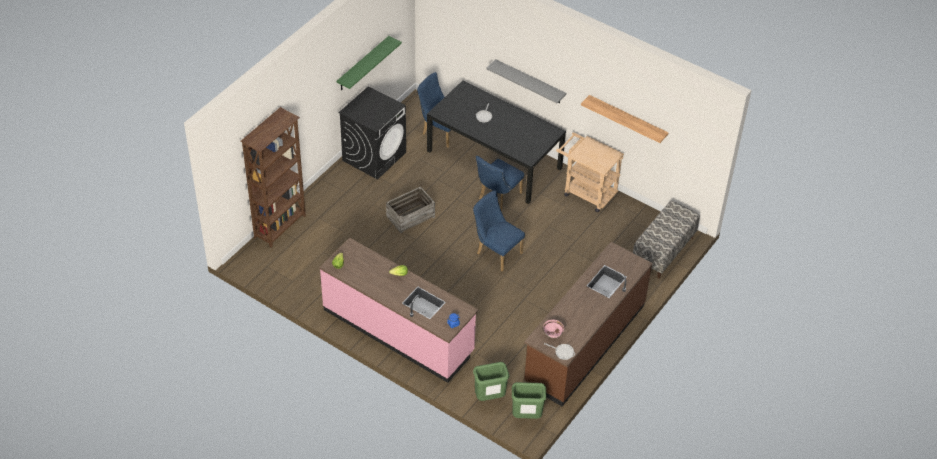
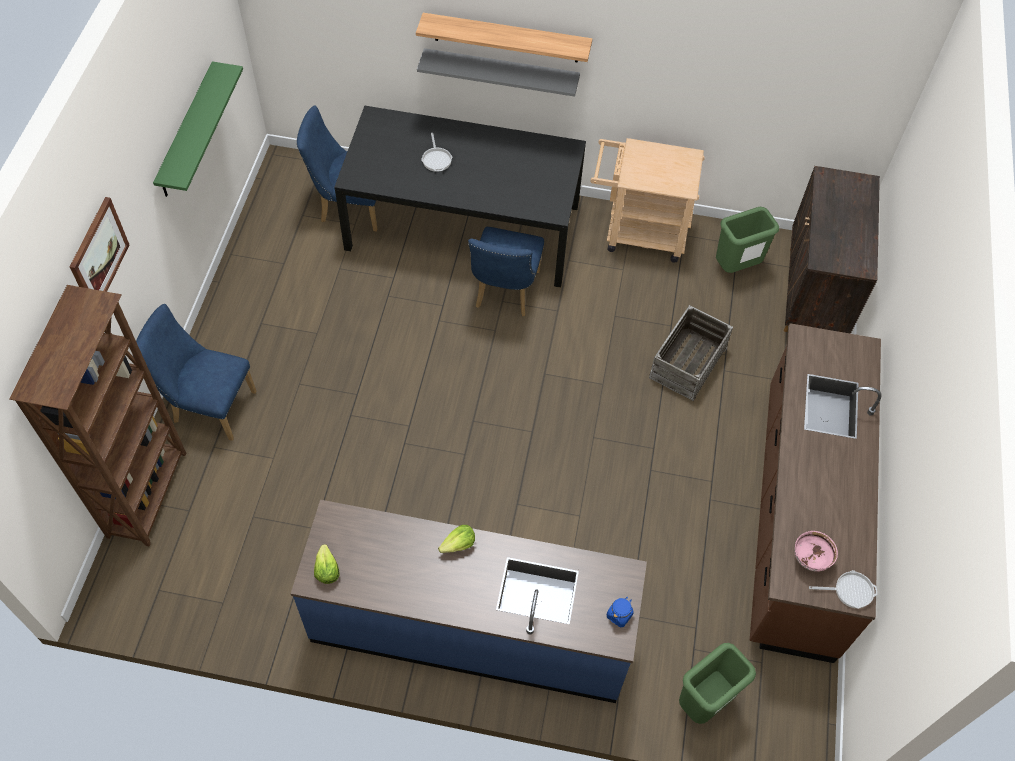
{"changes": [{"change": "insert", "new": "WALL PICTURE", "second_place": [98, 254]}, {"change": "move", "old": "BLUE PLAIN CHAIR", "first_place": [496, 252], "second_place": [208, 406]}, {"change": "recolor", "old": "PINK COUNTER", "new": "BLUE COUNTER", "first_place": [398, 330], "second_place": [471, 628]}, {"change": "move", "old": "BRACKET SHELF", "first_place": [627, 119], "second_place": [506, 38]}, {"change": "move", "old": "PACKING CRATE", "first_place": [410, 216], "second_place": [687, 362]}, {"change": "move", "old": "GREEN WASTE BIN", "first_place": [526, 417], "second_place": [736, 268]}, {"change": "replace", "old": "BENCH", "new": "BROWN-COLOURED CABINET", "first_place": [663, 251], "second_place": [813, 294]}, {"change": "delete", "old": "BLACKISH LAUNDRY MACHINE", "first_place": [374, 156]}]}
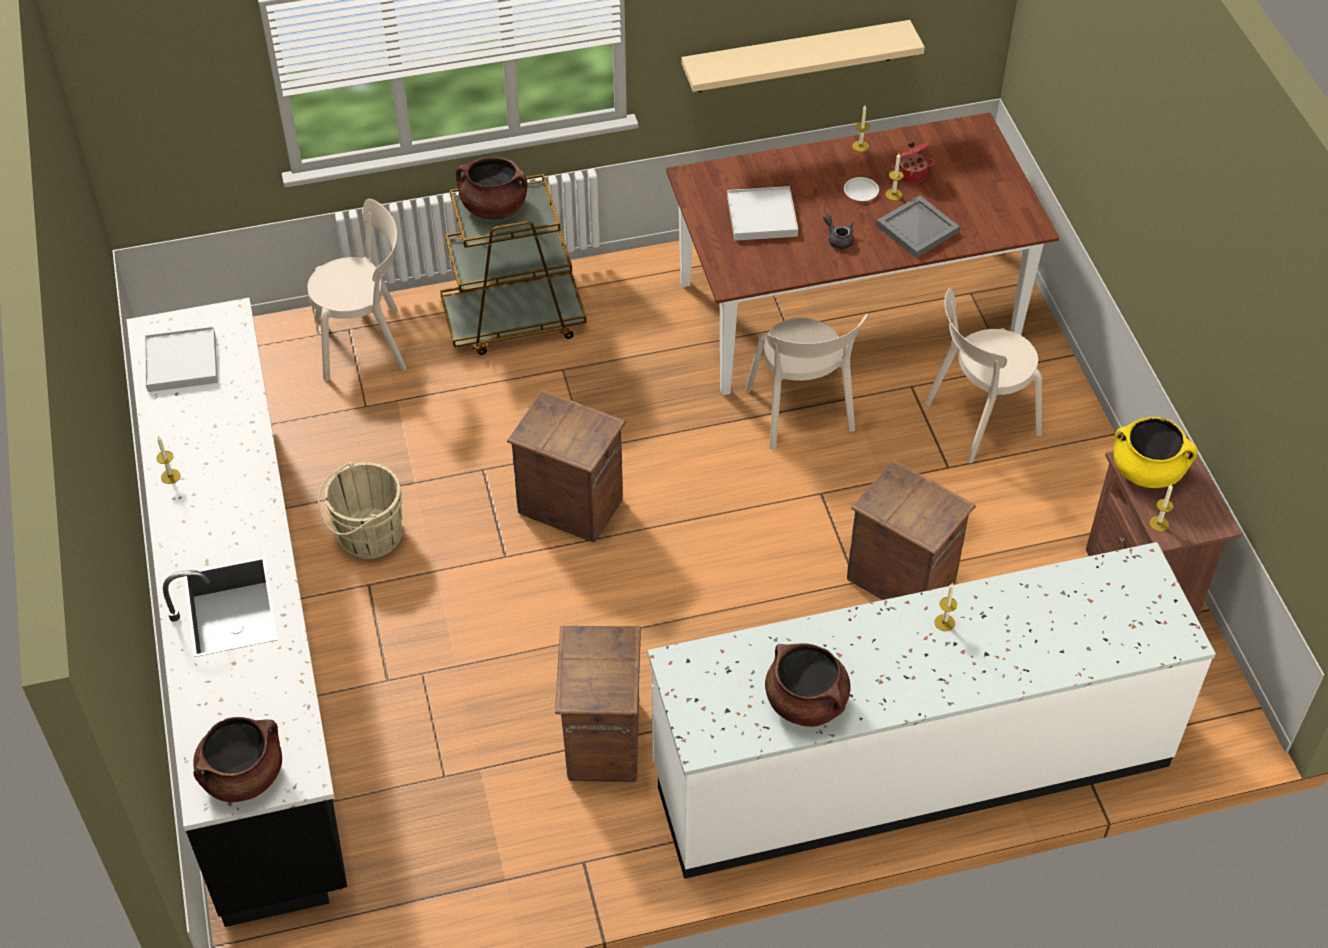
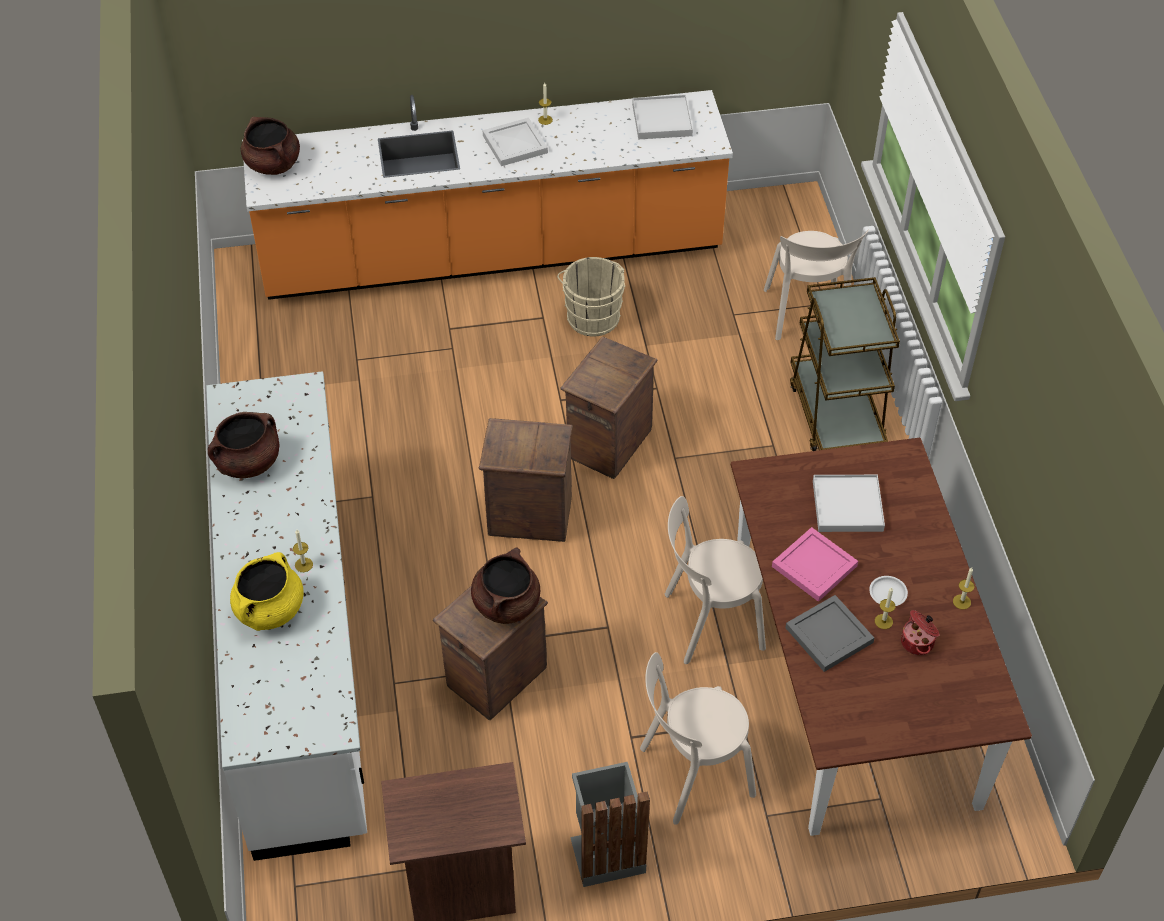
{"changes": [{"change": "move", "old": "YELLOW SAUCEPOT", "first_place": [1147, 470], "second_place": [270, 610]}, {"change": "recolor", "old": "BLACKISH COUNTER", "new": "ORANGEY COUNTER", "first_place": [252, 648], "second_place": [492, 255]}, {"change": "move", "old": "BROWN-COLOURED SAUCEPOT", "first_place": [494, 208], "second_place": [506, 604]}, {"change": "move", "old": "PACKING CRATE", "first_place": [602, 742], "second_place": [529, 516]}, {"change": "insert", "new": "WHITISH CARRYING TRAY", "second_place": [515, 143]}, {"change": "insert", "new": "GREYISH WASTE BIN", "second_place": [606, 851]}, {"change": "rotate", "old": "BEIGE-COLOURED PLAIN CHAIR", "first_place": [977, 420], "second_place": [691, 773], "degrees": -90}, {"change": "replace", "old": "GREYISH TEAPOT", "new": "PINK CARRYING TRAY", "first_place": [838, 239], "second_place": [814, 565]}, {"change": "delete", "old": "BEIGE-COLOURED BRACKET SHELF", "first_place": [795, 56]}, {"change": "delete", "old": "CANDLE", "first_place": [1159, 523]}]}
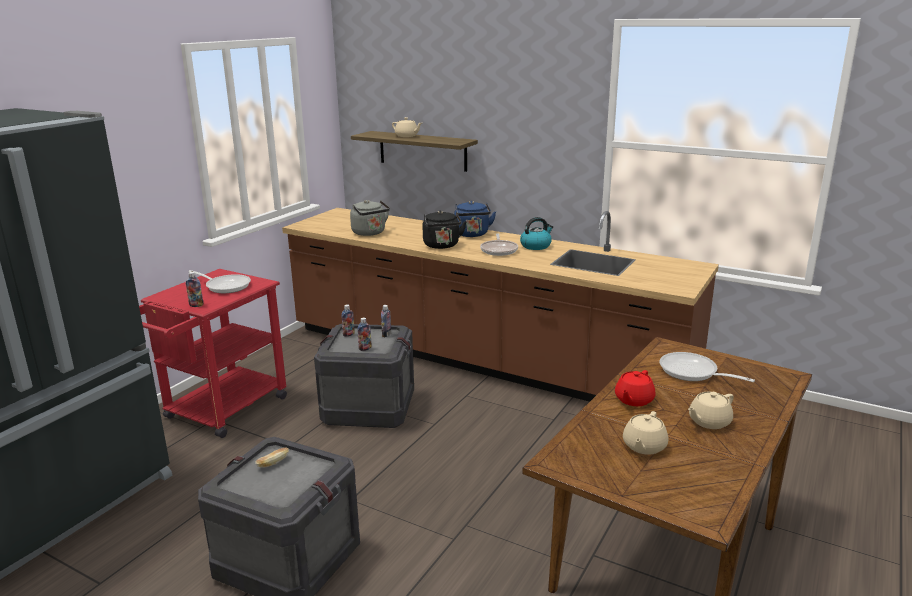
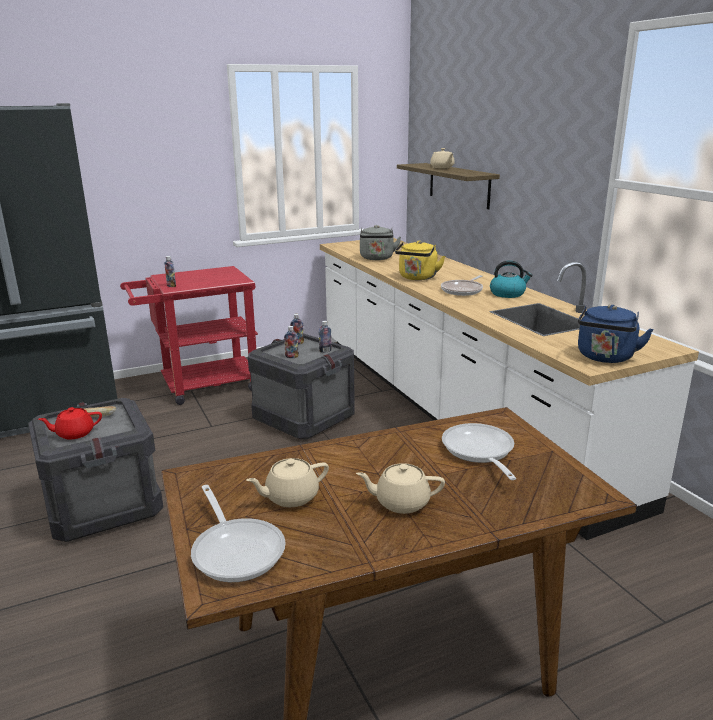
{"changes": [{"change": "move", "old": "REDDISH TEAPOT", "first_place": [633, 400], "second_place": [74, 433]}, {"change": "move", "old": "FRYING PAN", "first_place": [225, 286], "second_place": [236, 550]}, {"change": "recolor", "old": "BROWN-COLOURED COUNTER", "new": "WHITISH COUNTER", "first_place": [481, 359], "second_place": [450, 408]}, {"change": "recolor", "old": "BLACKISH TEA KETTLE", "new": "YELLOW TEA KETTLE", "first_place": [442, 246], "second_place": [417, 278]}, {"change": "move", "old": "BLUE TEA KETTLE", "first_place": [472, 234], "second_place": [605, 358]}]}
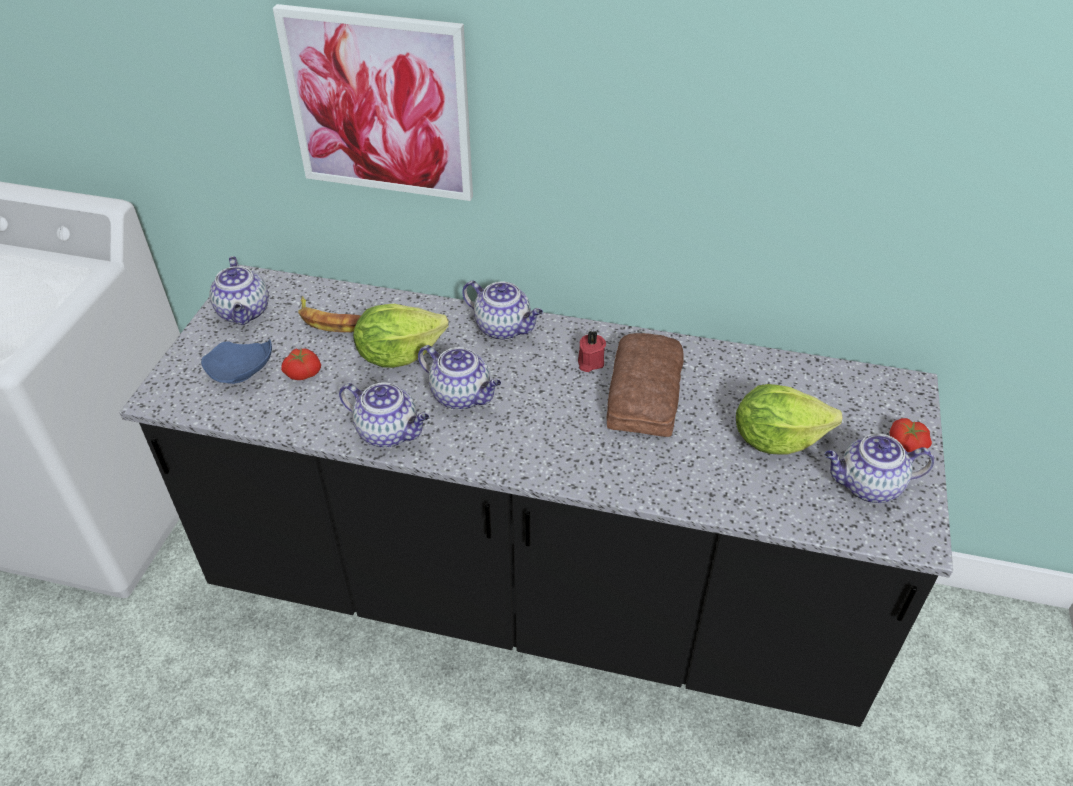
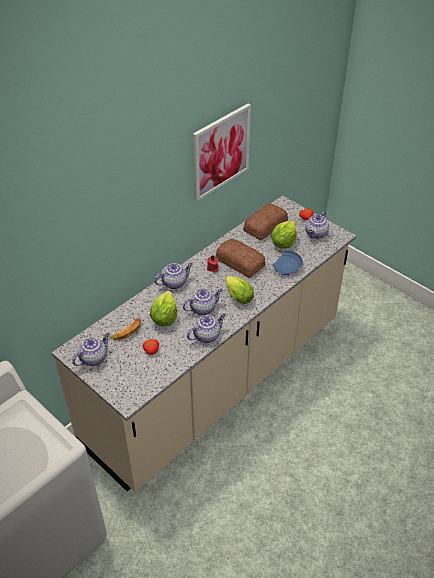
{"changes": [{"change": "recolor", "old": "BLACKISH COUNTER", "new": "BEIGE-COLOURED COUNTER", "first_place": [536, 594], "second_place": [217, 382]}, {"change": "rotate", "old": "TEAPOT", "first_place": [245, 313], "second_place": [93, 358], "degrees": -60}, {"change": "move", "old": "WALL PICTURE", "first_place": [380, 105], "second_place": [221, 151]}, {"change": "insert", "new": "LETTUCE", "second_place": [237, 296]}, {"change": "insert", "new": "BAKERY BREAD", "second_place": [264, 226]}, {"change": "move", "old": "BLUE PLATE", "first_place": [240, 372], "second_place": [287, 268]}]}
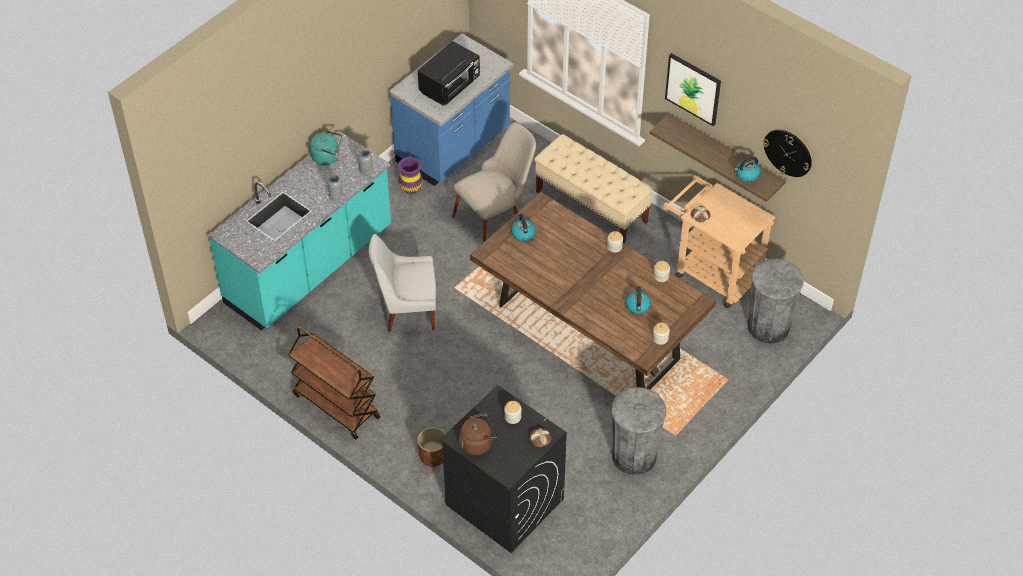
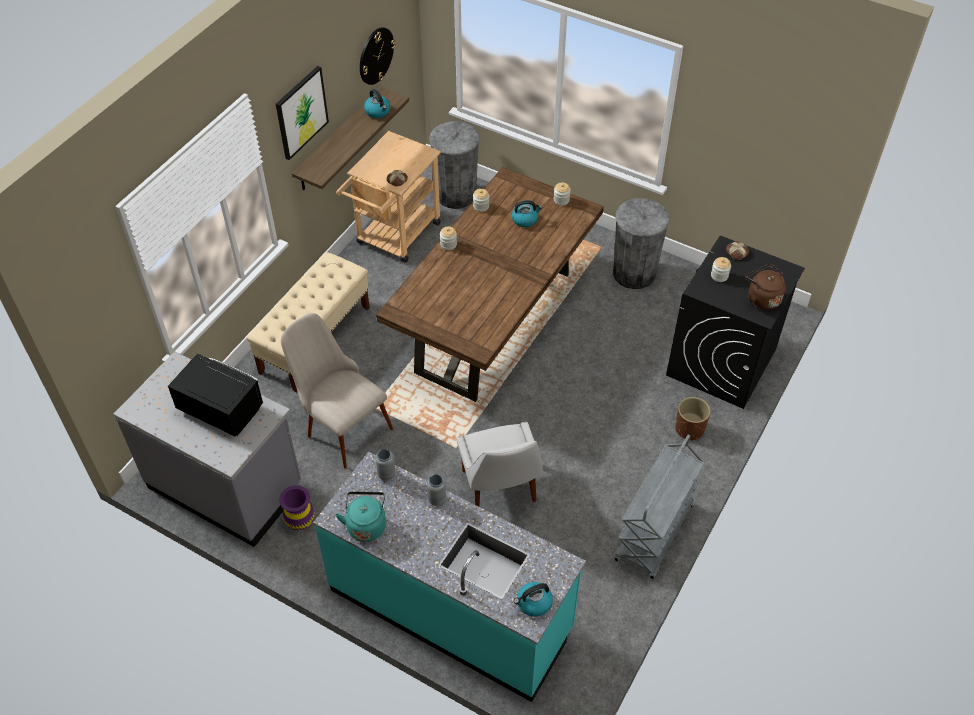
{"changes": [{"change": "recolor", "old": "BLUE COUNTER", "new": "GREYISH COUNTER", "first_place": [454, 147], "second_place": [226, 485]}, {"change": "move", "old": "TEA KETTLE", "first_place": [523, 233], "second_place": [533, 603]}, {"change": "recolor", "old": "BROWN-COLOURED CART", "new": "GREYISH CART", "first_place": [335, 406], "second_place": [655, 533]}]}
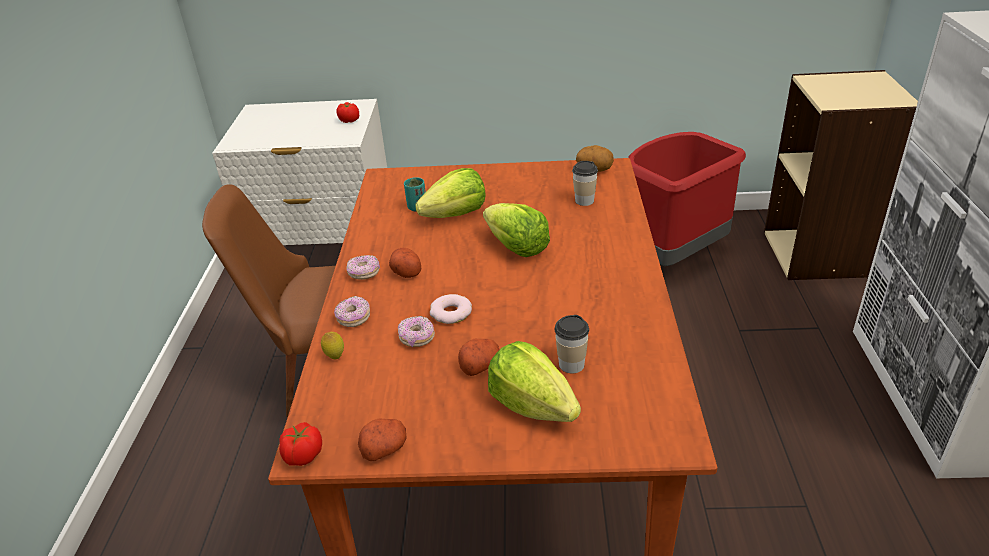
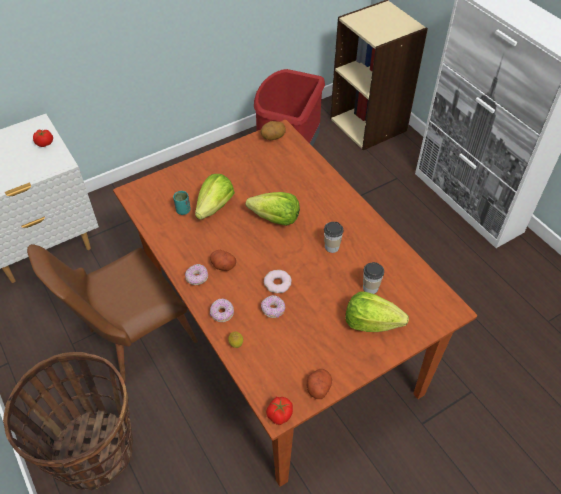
{"changes": [{"change": "insert", "new": "BASKET", "second_place": [92, 451]}, {"change": "move", "old": "CUP", "first_place": [584, 201], "second_place": [331, 247]}, {"change": "delete", "old": "SPUD", "first_place": [479, 365]}]}
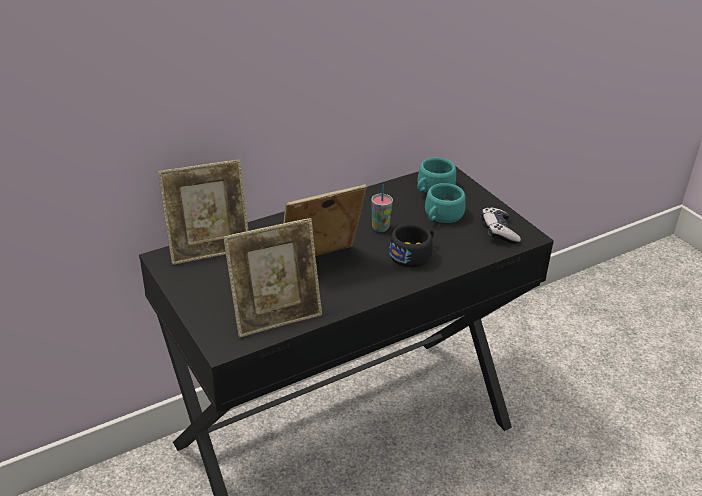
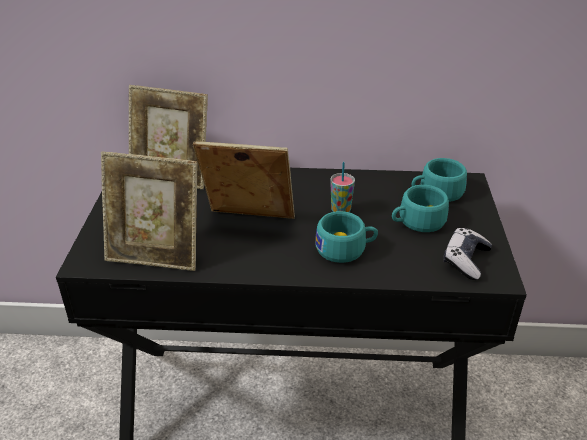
{"changes": [{"change": "recolor", "old": "BLACKISH CUP", "new": "TURQUOISE CUP", "first_place": [413, 255], "second_place": [346, 249]}]}
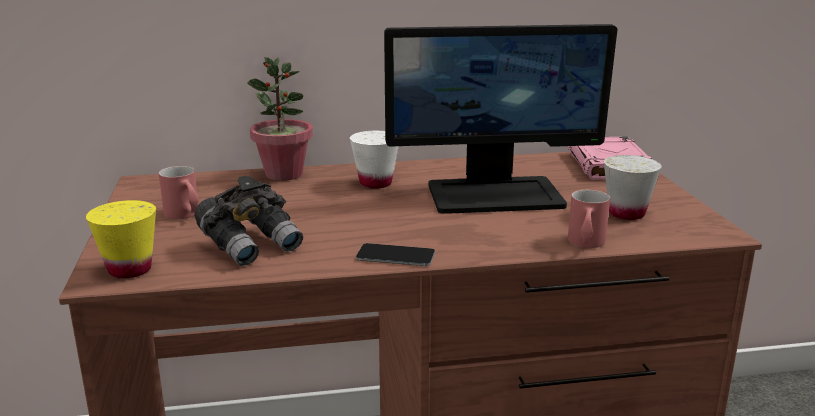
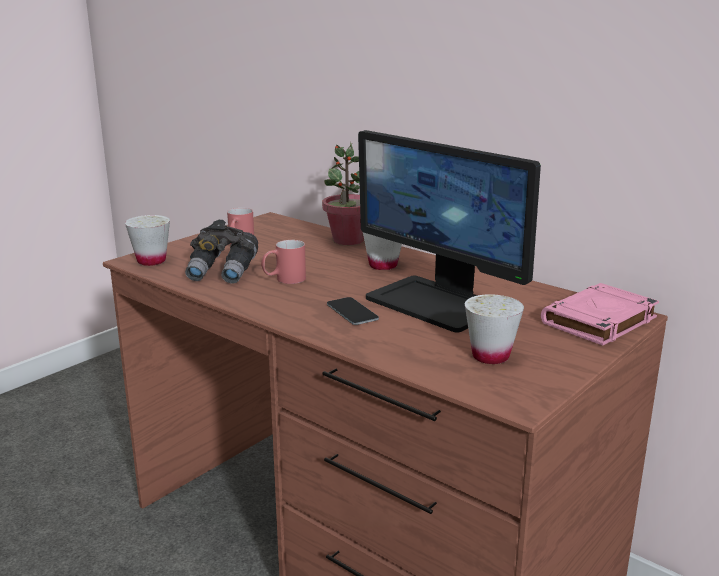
{"changes": [{"change": "recolor", "old": "YELLOW CUP", "new": "WHITISH CUP", "first_place": [130, 270], "second_place": [151, 261]}, {"change": "move", "old": "REDDISH TEA MUG", "first_place": [586, 244], "second_place": [284, 280]}, {"change": "move", "old": "PHONE", "first_place": [395, 256], "second_place": [352, 311]}]}
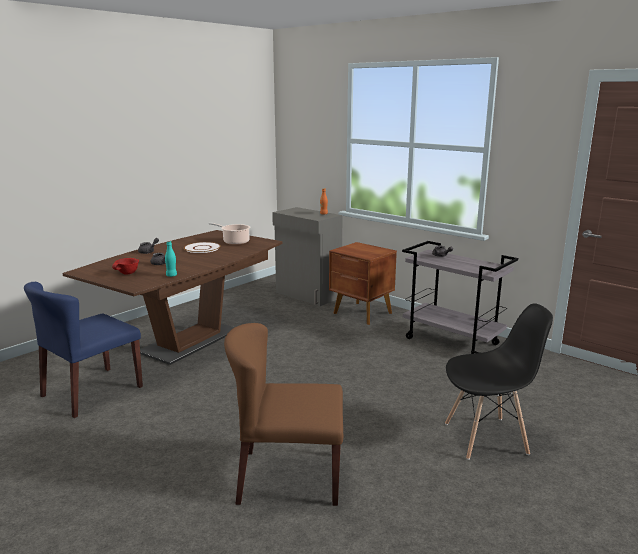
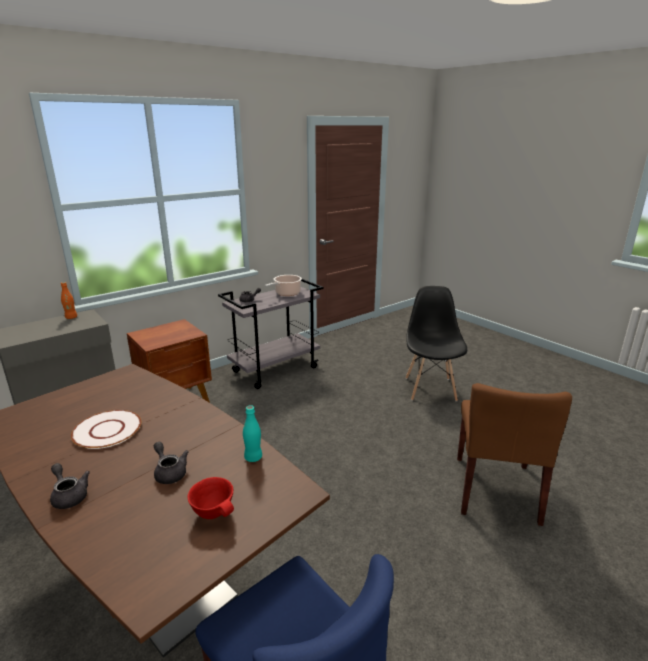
{"changes": [{"change": "move", "old": "SAUCEPOT", "first_place": [234, 242], "second_place": [286, 293]}]}
